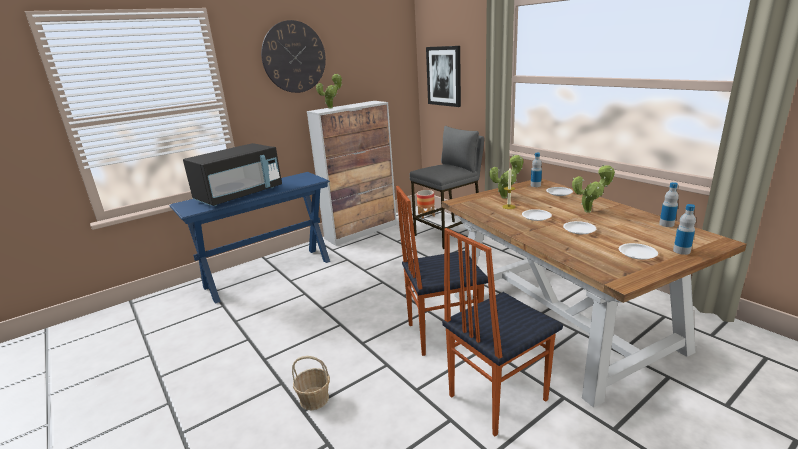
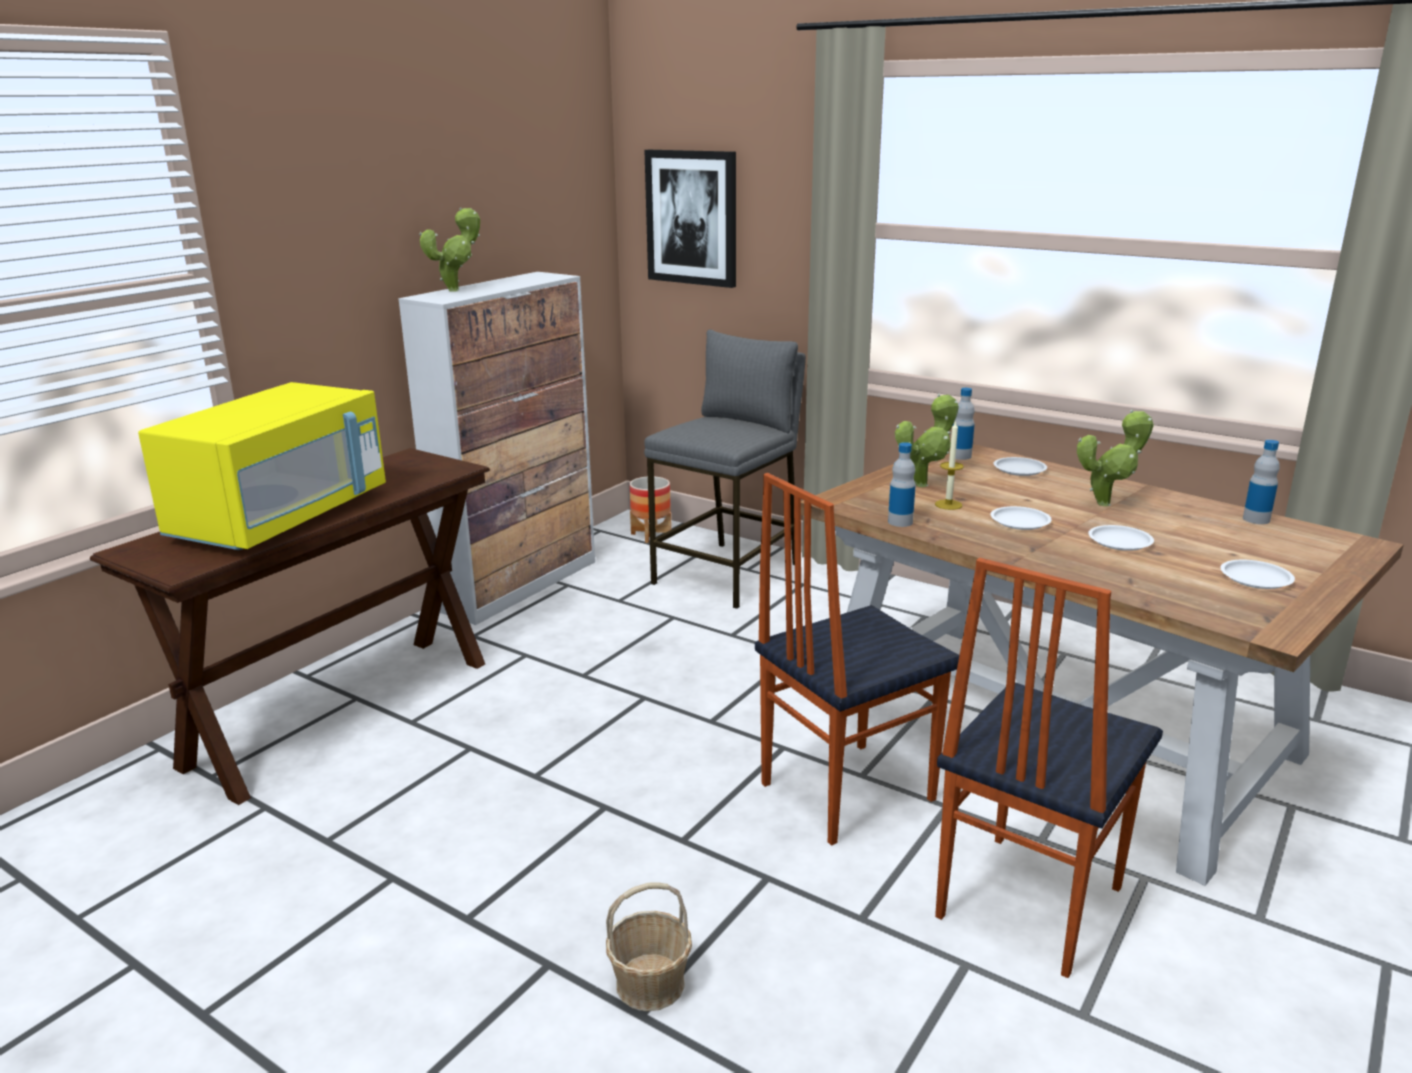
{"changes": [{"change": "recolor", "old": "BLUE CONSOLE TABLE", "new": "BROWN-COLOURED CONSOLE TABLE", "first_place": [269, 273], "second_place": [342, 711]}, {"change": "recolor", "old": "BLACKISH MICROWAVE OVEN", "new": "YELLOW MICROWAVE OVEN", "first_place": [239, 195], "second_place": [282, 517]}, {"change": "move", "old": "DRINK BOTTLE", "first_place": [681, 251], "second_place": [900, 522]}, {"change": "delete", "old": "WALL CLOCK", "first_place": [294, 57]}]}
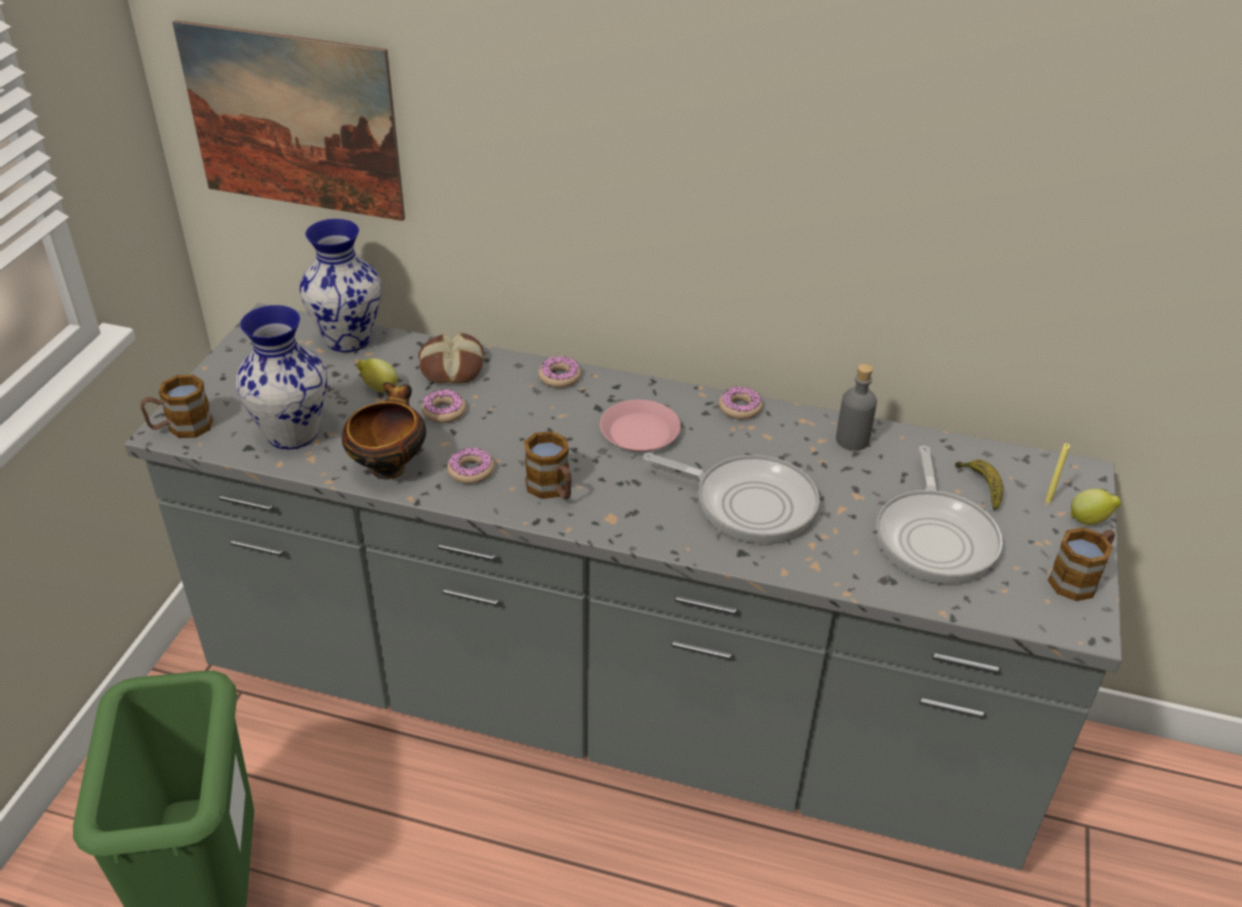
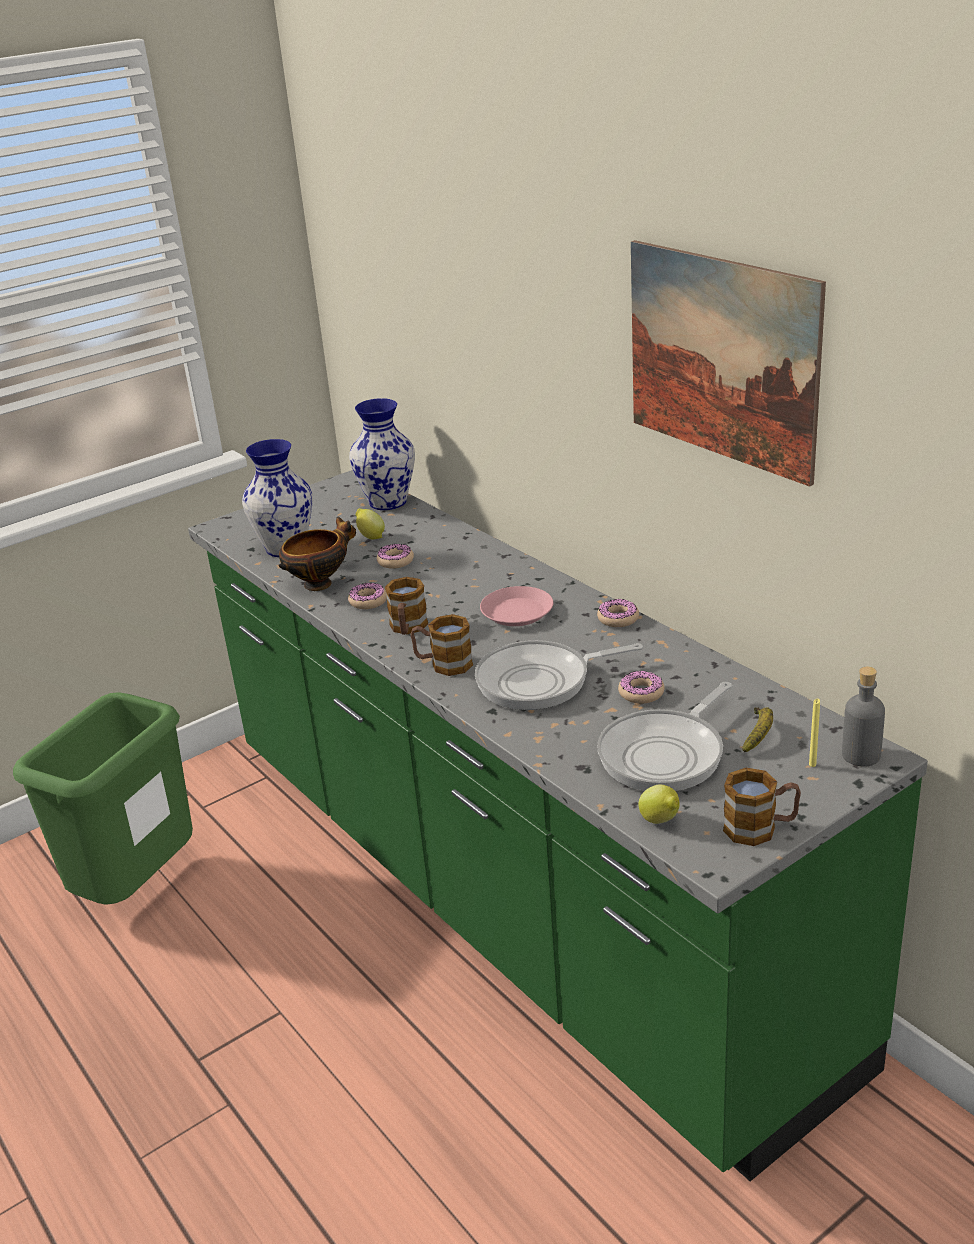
{"changes": [{"change": "recolor", "old": "GREYISH COUNTER", "new": "GREEN COUNTER", "first_place": [614, 708], "second_place": [510, 897]}, {"change": "move", "old": "TEA MUG", "first_place": [181, 427], "second_place": [443, 664]}, {"change": "rotate", "old": "FRYING PAN", "first_place": [748, 502], "second_place": [540, 681], "degrees": 105}, {"change": "move", "old": "DONUT", "first_place": [559, 377], "second_place": [641, 693]}, {"change": "move", "old": "WALL PICTURE", "first_place": [293, 122], "second_place": [721, 358]}, {"change": "move", "old": "LEMON", "first_place": [1089, 521], "second_place": [661, 821]}, {"change": "move", "old": "GREYISH DRINK BOTTLE", "first_place": [852, 440], "second_place": [861, 755]}, {"change": "delete", "old": "BAKERY BREAD", "first_place": [451, 367]}]}
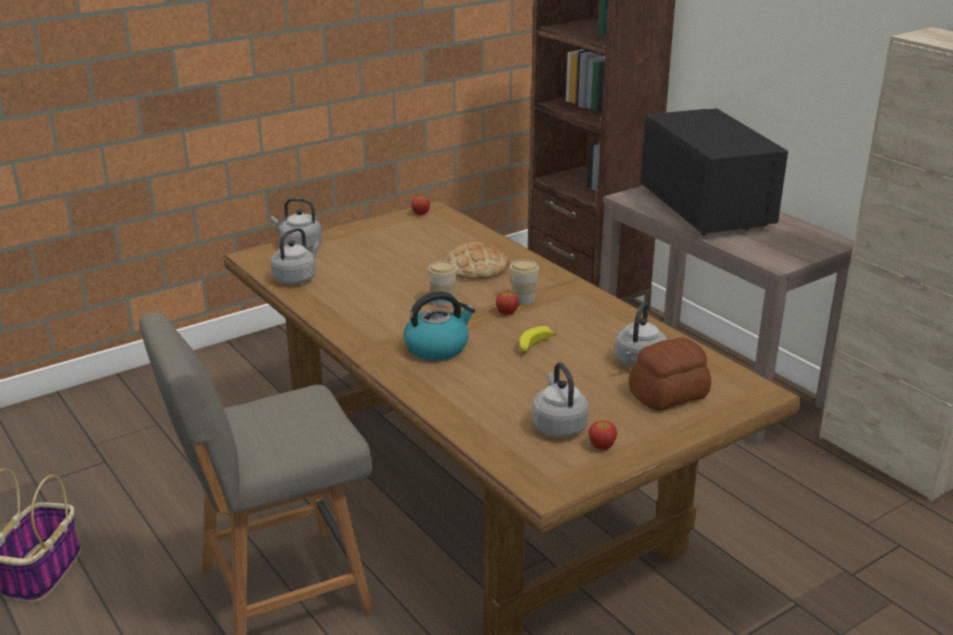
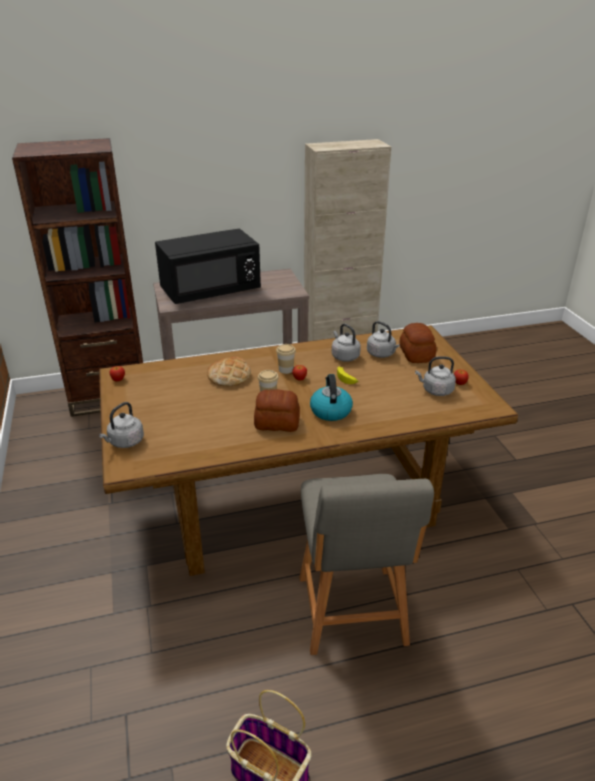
{"changes": [{"change": "rotate", "old": "BLACKISH MICROWAVE OVEN", "first_place": [703, 209], "second_place": [211, 291], "degrees": 150}, {"change": "insert", "new": "BAKERY BREAD", "second_place": [277, 423]}, {"change": "move", "old": "GREYISH TEA KETTLE", "first_place": [296, 278], "second_place": [344, 356]}]}
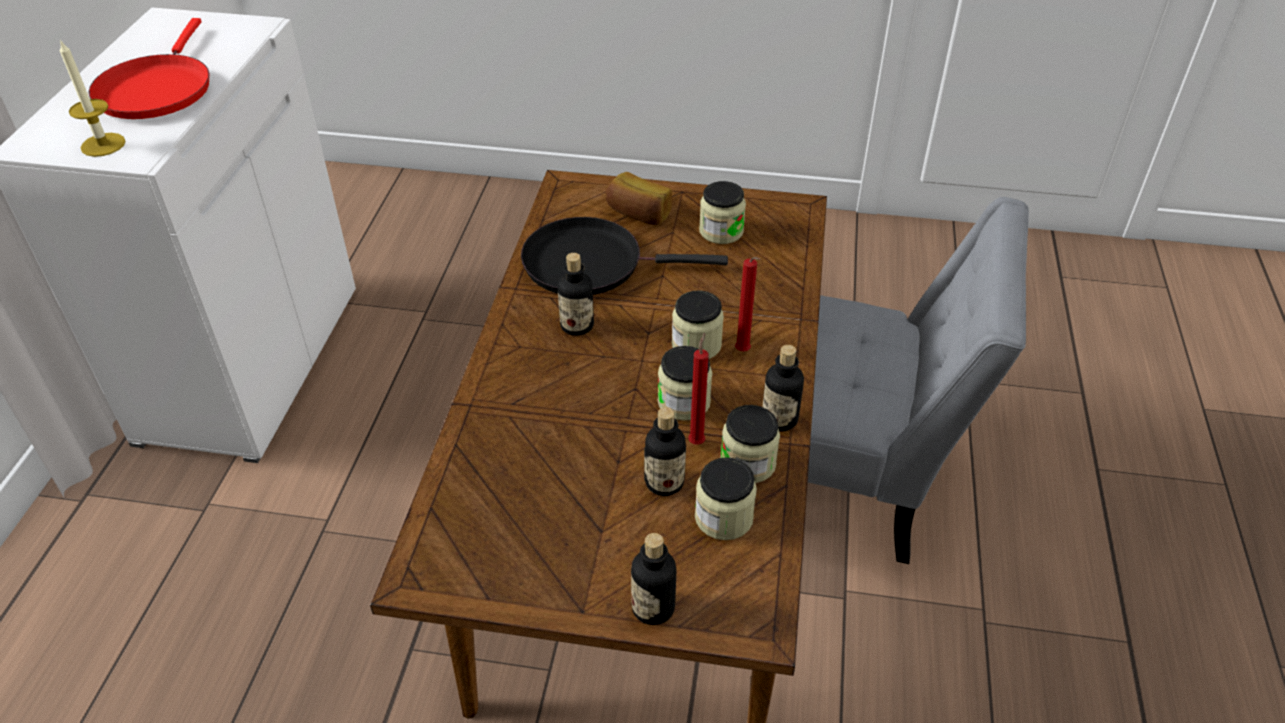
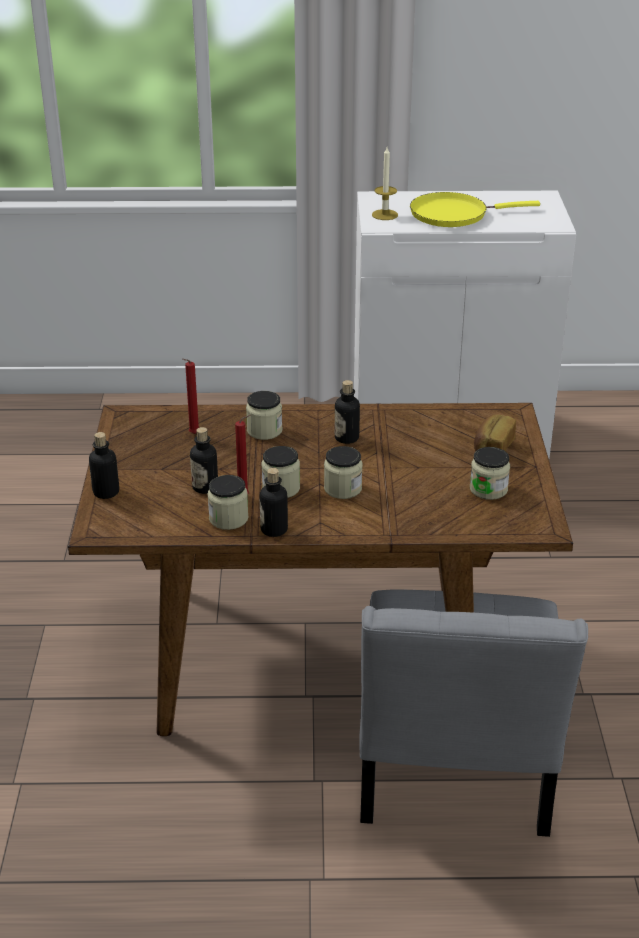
{"changes": [{"change": "move", "old": "REDDISH CANDLE", "first_place": [744, 352], "second_place": [192, 434]}, {"change": "move", "old": "STORAGE JAR", "first_place": [723, 517], "second_place": [264, 430]}, {"change": "recolor", "old": "REDDISH FRYING PAN", "new": "YELLOW FRYING PAN", "first_place": [156, 89], "second_place": [453, 214]}, {"change": "delete", "old": "BLACKISH FRYING PAN", "first_place": [591, 263]}]}
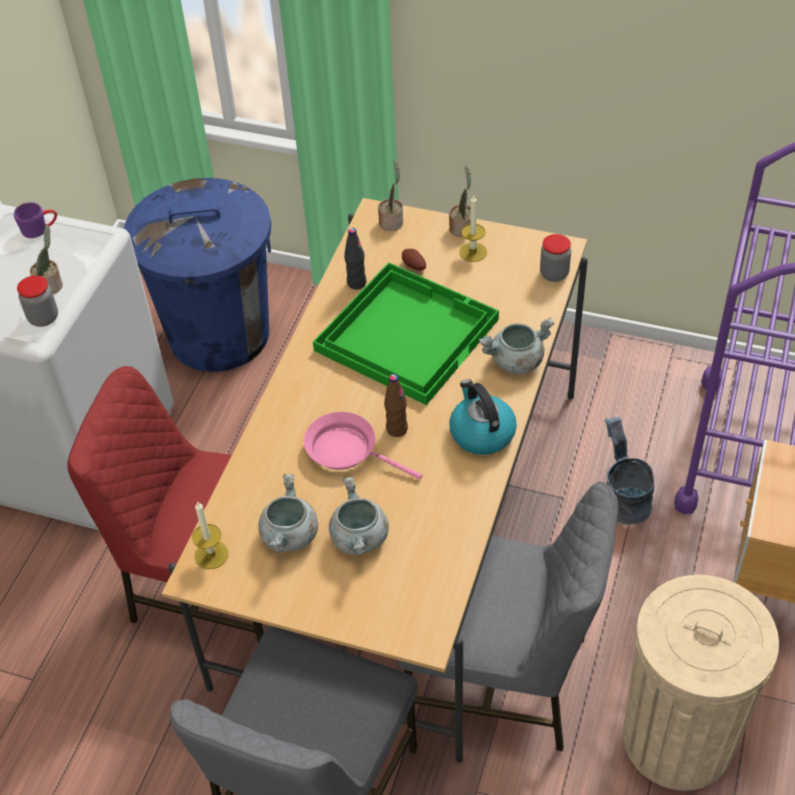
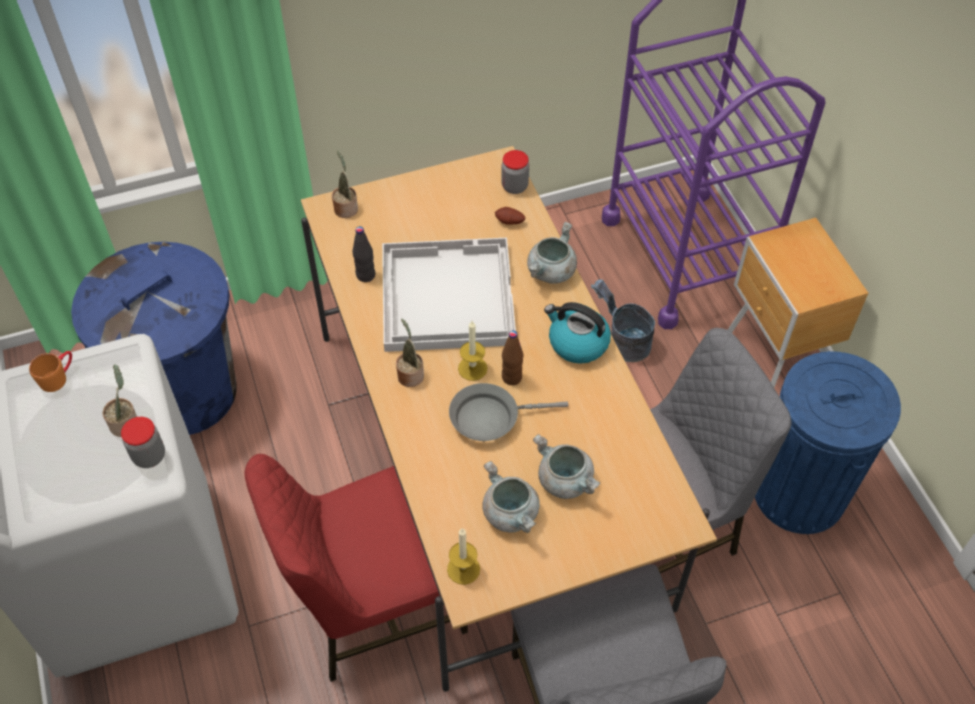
{"changes": [{"change": "recolor", "old": "PURPLE-COLOURED TEA MUG", "new": "ORANGEY TEA MUG", "first_place": [40, 229], "second_place": [58, 376]}, {"change": "recolor", "old": "GREEN CARRYING TRAY", "new": "WHITISH CARRYING TRAY", "first_place": [406, 333], "second_place": [446, 295]}, {"change": "move", "old": "PLANT IN A POT", "first_place": [462, 227], "second_place": [410, 374]}, {"change": "recolor", "old": "PINK FRYING PAN", "new": "GREYISH FRYING PAN", "first_place": [347, 451], "second_place": [490, 417]}, {"change": "move", "old": "CANDLE", "first_place": [473, 252], "second_place": [472, 368]}, {"change": "move", "old": "SPUD", "first_place": [413, 266], "second_place": [509, 222]}, {"change": "recolor", "old": "BEIGE-COLOURED WASTE BIN", "new": "BLUE WASTE BIN", "first_place": [677, 738], "second_place": [799, 492]}]}
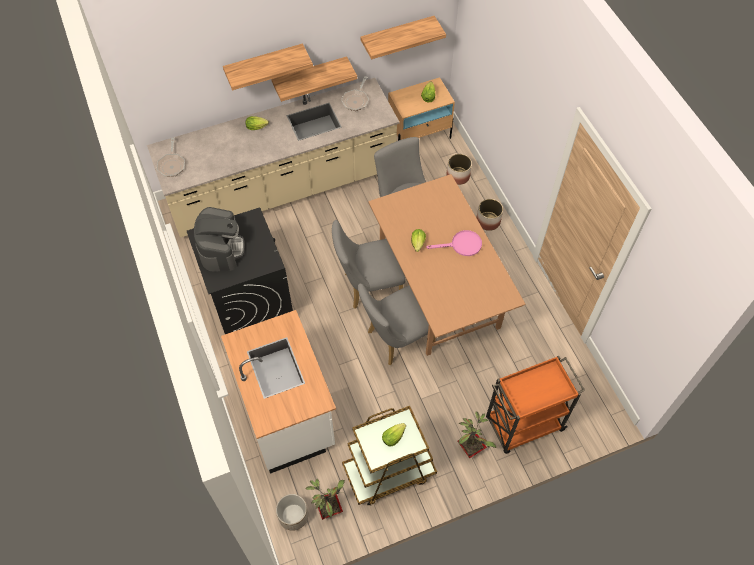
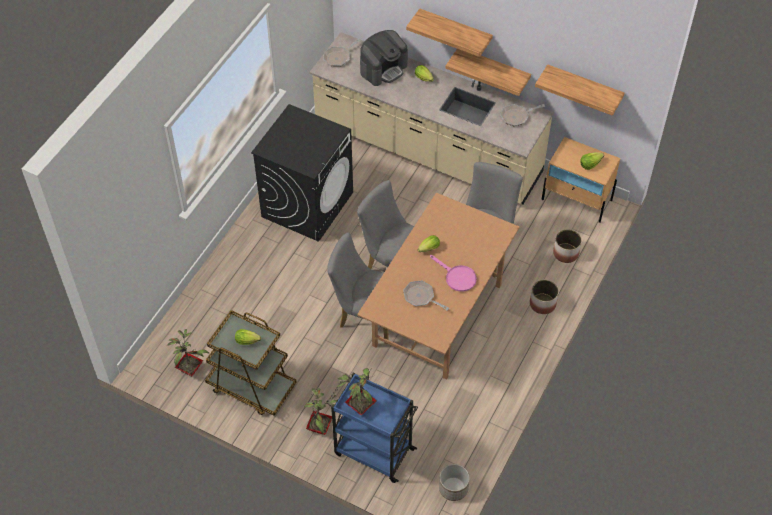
{"changes": [{"change": "recolor", "old": "ORANGEY CART", "new": "BLUE CART", "first_place": [523, 425], "second_place": [372, 451]}, {"change": "insert", "new": "PLANT IN A POT", "second_place": [360, 406]}, {"change": "move", "old": "COFFEE MAKER", "first_place": [221, 248], "second_place": [383, 68]}, {"change": "insert", "new": "FRYING PAN", "second_place": [421, 297]}, {"change": "move", "old": "PLANTER", "first_place": [293, 516], "second_place": [453, 488]}, {"change": "delete", "old": "WHITISH COUNTER", "first_place": [287, 413]}]}
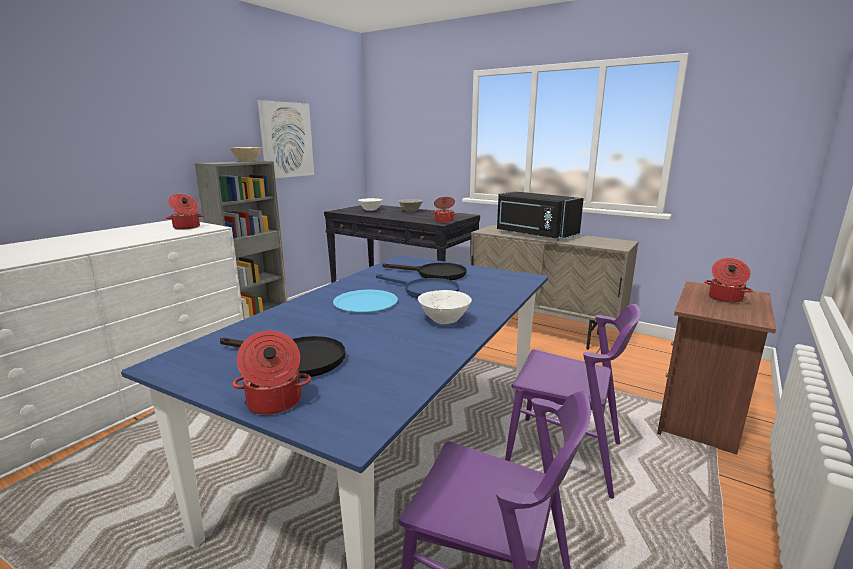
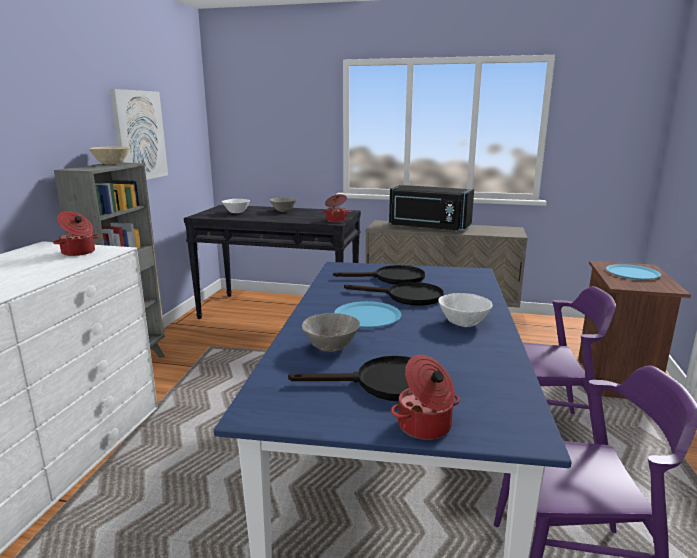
{"changes": [{"change": "insert", "new": "GREYISH BOWL", "second_place": [330, 347]}, {"change": "recolor", "old": "BLUE FRYING PAN", "new": "BLACKISH FRYING PAN", "first_place": [424, 291], "second_place": [406, 297]}, {"change": "replace", "old": "SAUCEPOT", "new": "BLUE PLATE", "first_place": [724, 298], "second_place": [632, 273]}]}
